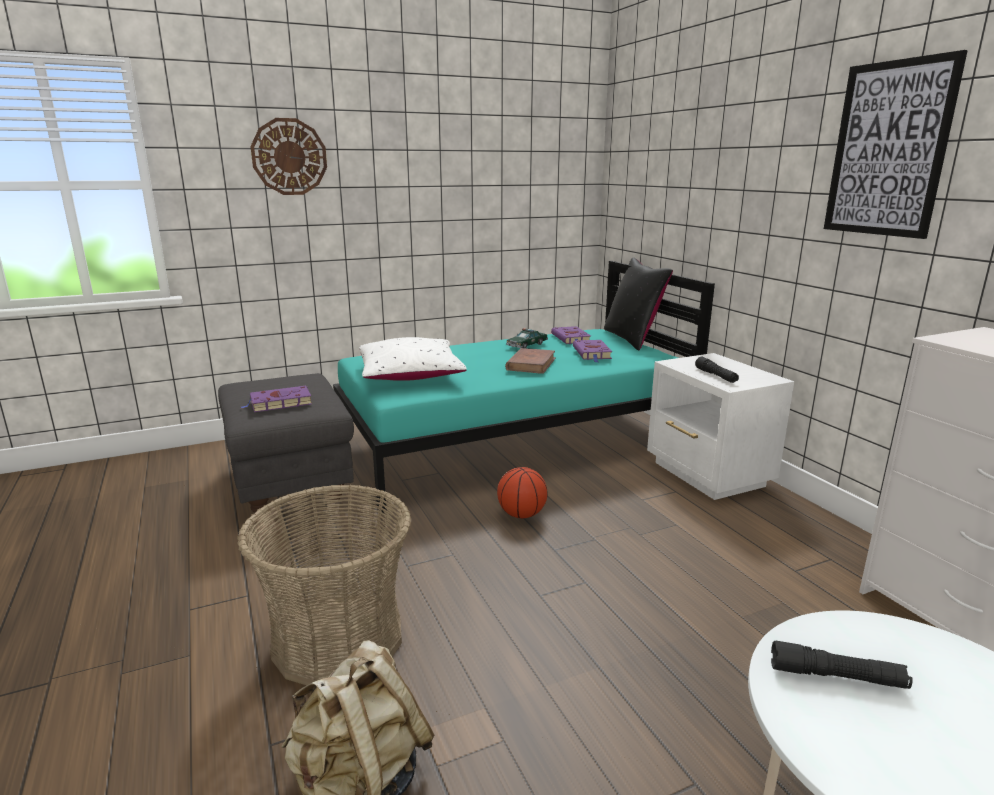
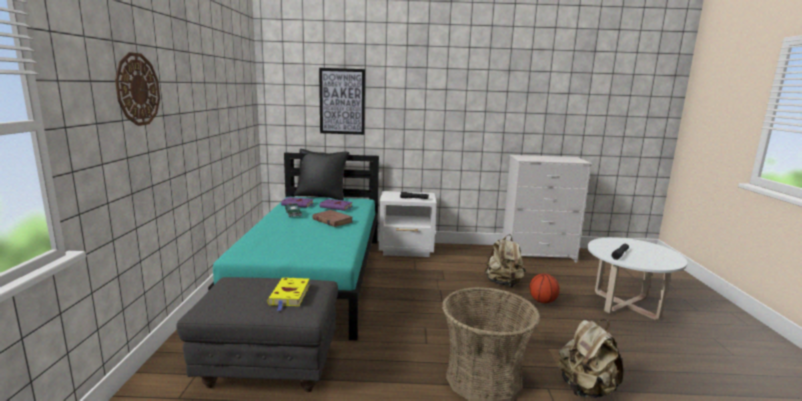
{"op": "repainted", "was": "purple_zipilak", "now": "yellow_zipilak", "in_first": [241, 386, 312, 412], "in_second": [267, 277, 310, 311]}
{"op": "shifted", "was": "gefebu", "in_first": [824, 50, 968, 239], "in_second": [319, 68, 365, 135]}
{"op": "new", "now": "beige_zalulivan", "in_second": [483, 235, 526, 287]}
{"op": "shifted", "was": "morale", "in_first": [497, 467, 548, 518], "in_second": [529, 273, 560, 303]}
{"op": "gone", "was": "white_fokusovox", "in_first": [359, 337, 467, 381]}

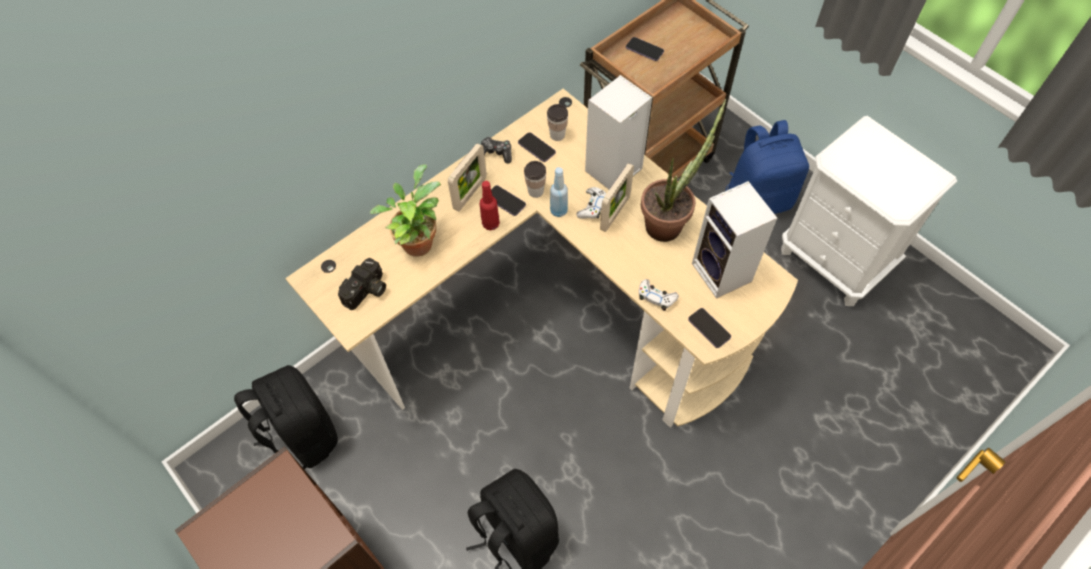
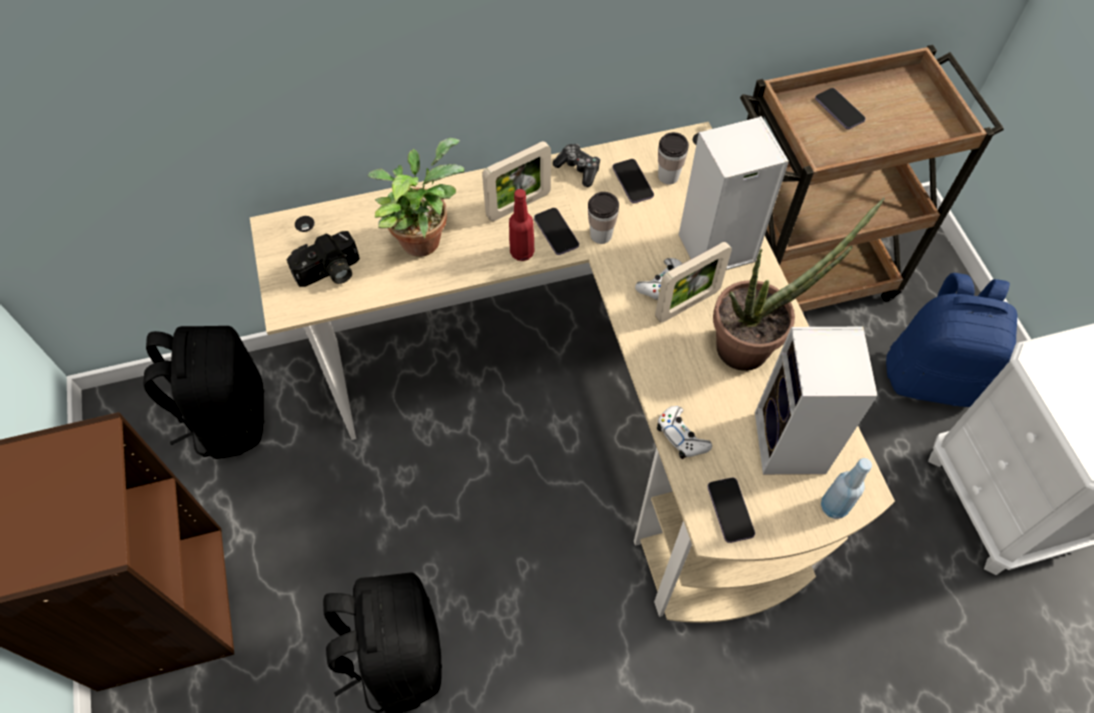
{"op": "shifted", "was": "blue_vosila", "in_first": [550, 167, 568, 217], "in_second": [821, 458, 872, 519]}

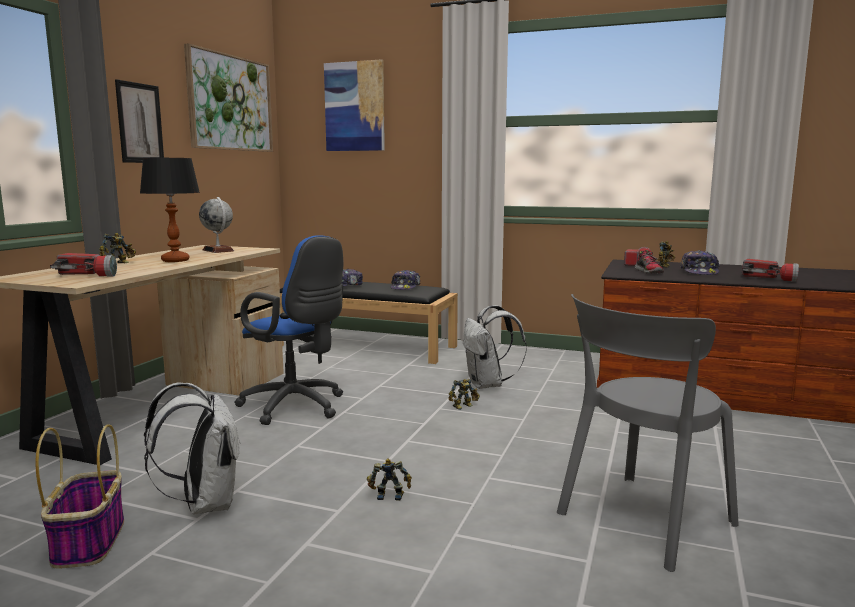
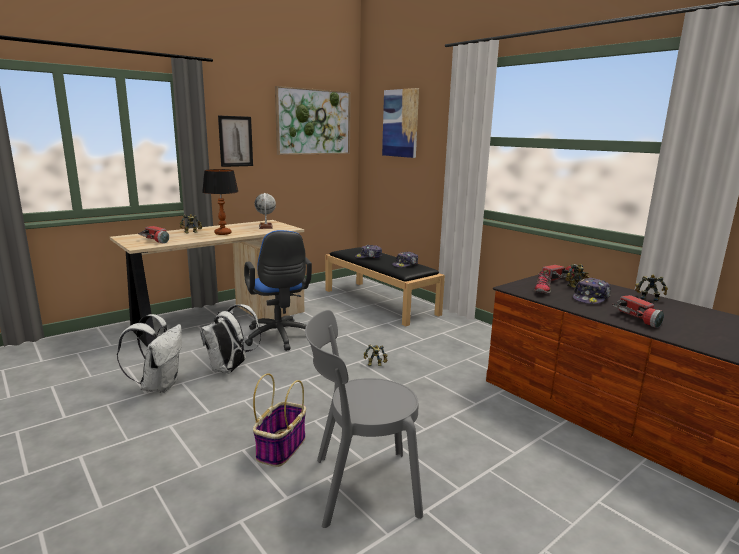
{"op": "shifted", "was": "white_zalulivan", "in_first": [463, 305, 527, 389], "in_second": [200, 304, 261, 373]}
{"op": "shifted", "was": "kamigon", "in_first": [36, 424, 124, 568], "in_second": [253, 373, 306, 467]}
{"op": "shifted", "was": "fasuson", "in_first": [367, 458, 412, 501], "in_second": [635, 274, 668, 302]}

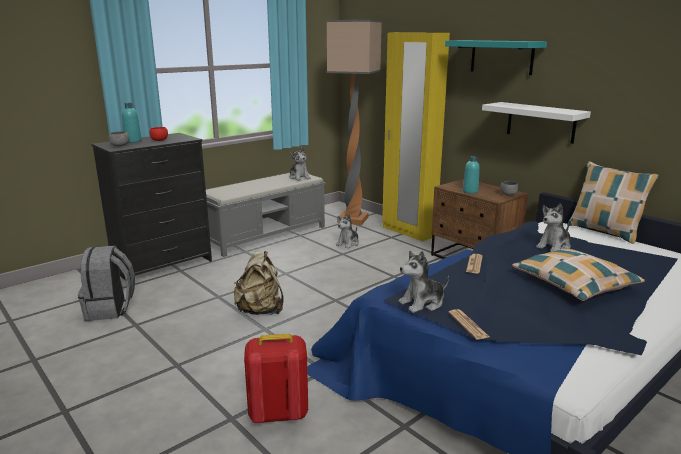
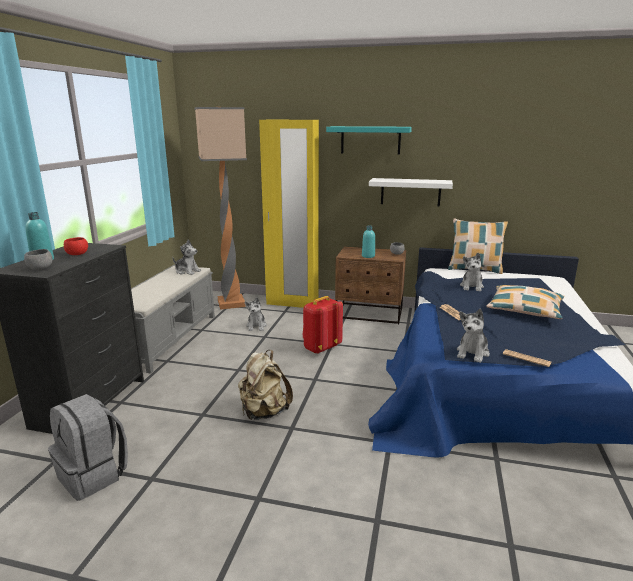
{"op": "shifted", "was": "red_zalulivan", "in_first": [244, 334, 308, 423], "in_second": [302, 296, 343, 354]}

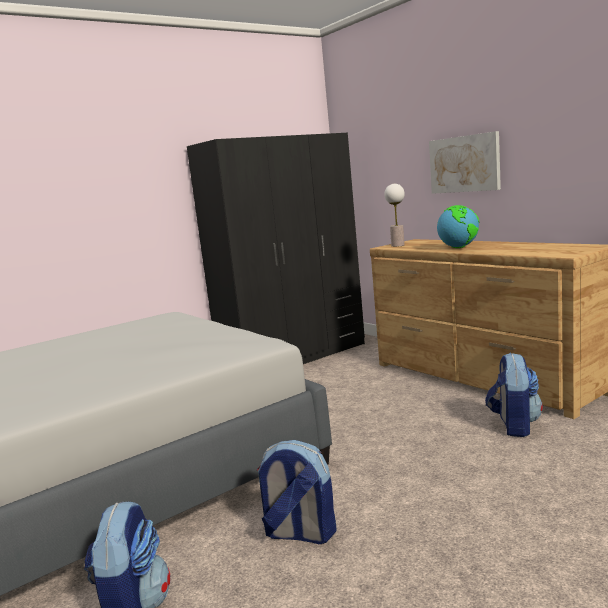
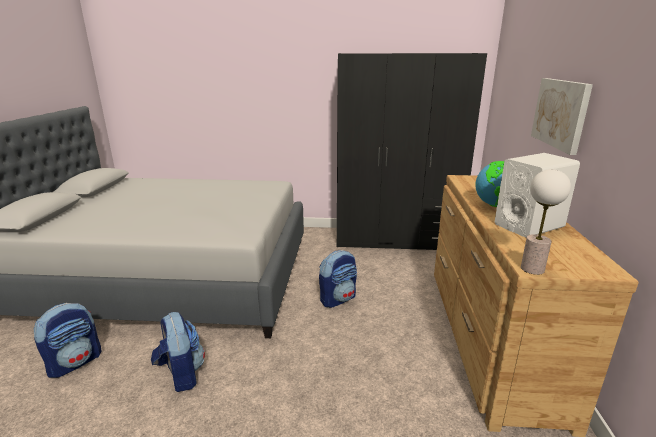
{"op": "shifted", "was": "zalulivan", "in_first": [485, 353, 543, 437], "in_second": [319, 250, 357, 308]}
{"op": "new", "now": "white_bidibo", "in_second": [495, 153, 580, 238]}
{"op": "shifted", "was": "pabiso", "in_first": [384, 184, 405, 247], "in_second": [521, 169, 571, 275]}

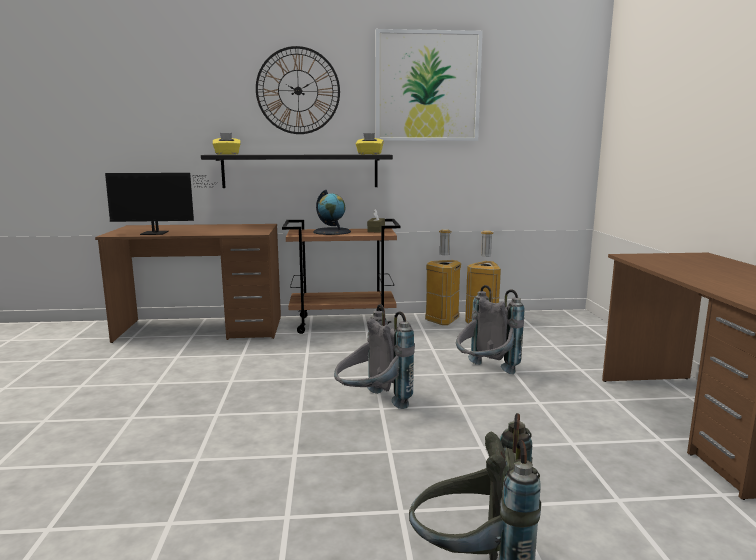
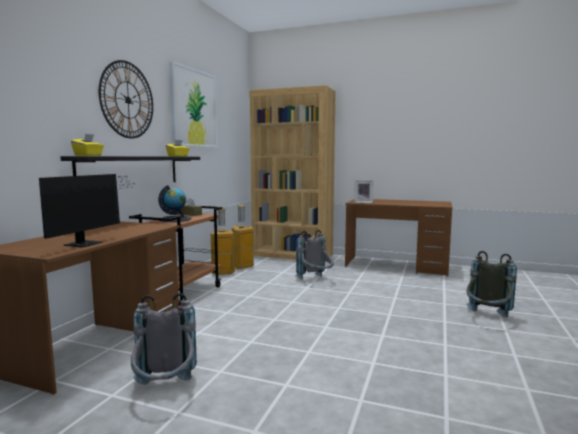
{"op": "shifted", "was": "grey_zalulivan", "in_first": [334, 304, 415, 409], "in_second": [131, 293, 197, 384]}
{"op": "new", "now": "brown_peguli", "in_second": [249, 85, 336, 260]}
{"op": "new", "now": "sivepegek", "in_second": [354, 180, 374, 203]}

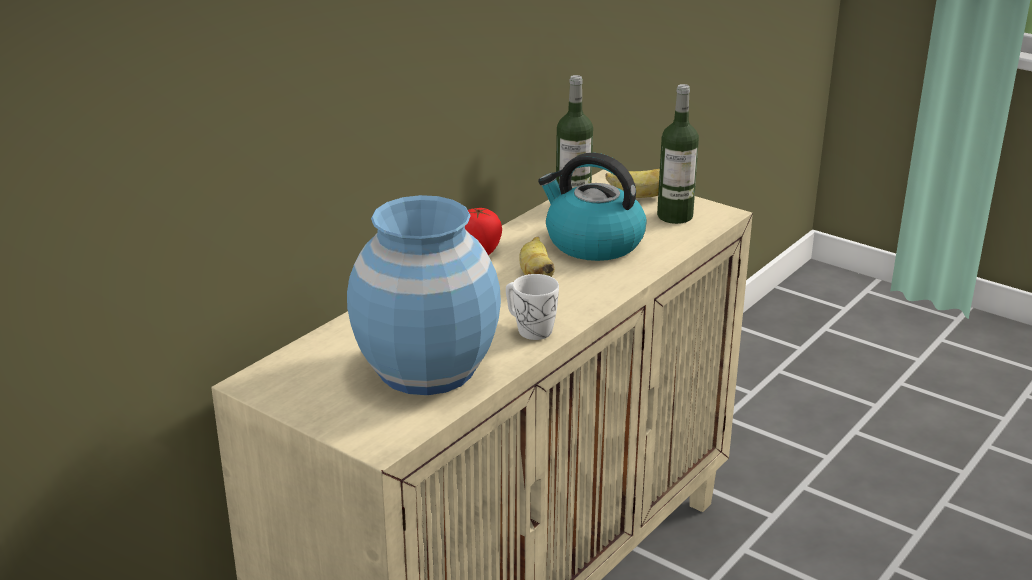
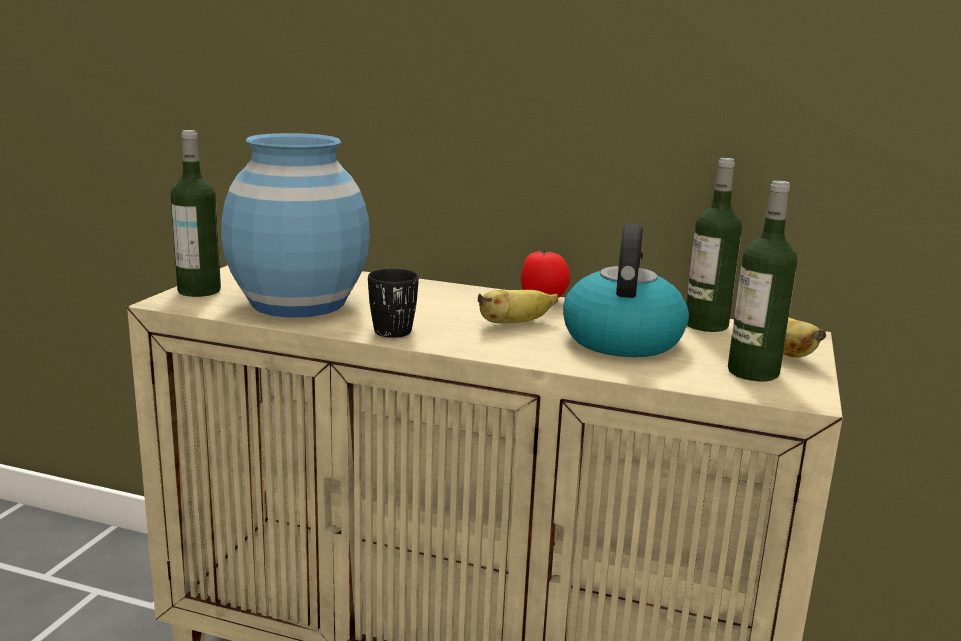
{"op": "new", "now": "vosila", "in_second": [171, 130, 221, 297]}
{"op": "repainted", "was": "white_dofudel", "now": "black_dofudel", "in_first": [506, 274, 559, 340], "in_second": [368, 269, 419, 338]}

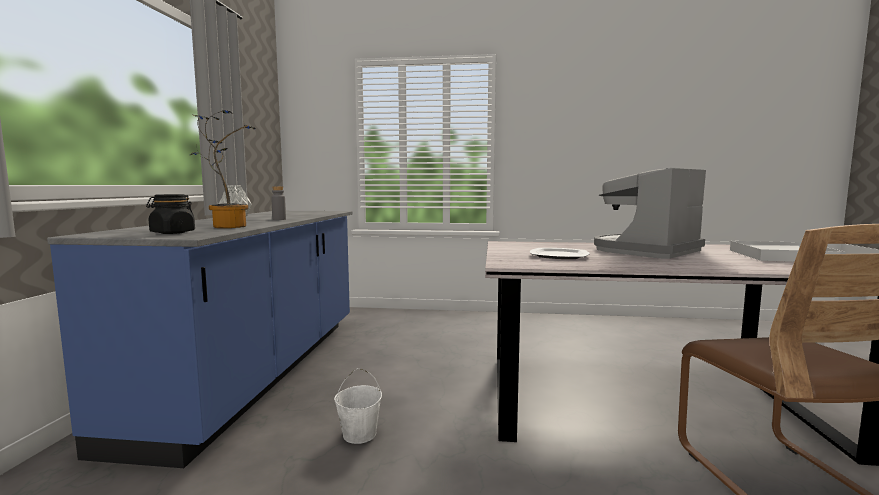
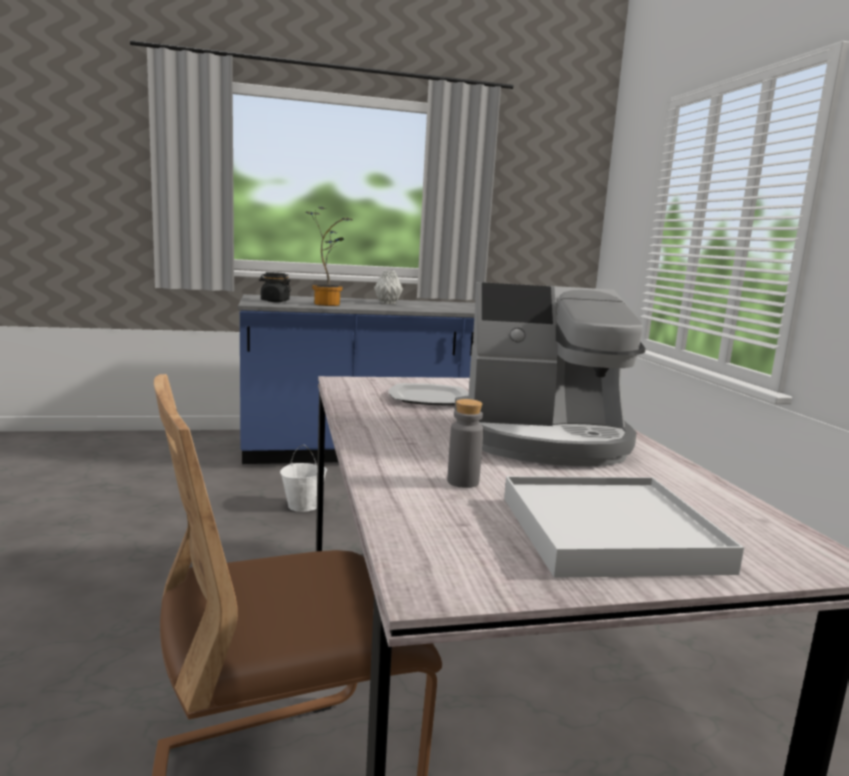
{"op": "shifted", "was": "grey_vosila", "in_first": [271, 186, 286, 220], "in_second": [447, 399, 483, 488]}
{"op": "rotated", "was": "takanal", "in_first": [594, 168, 706, 259], "in_second": [454, 282, 646, 466], "clockwise": 150}

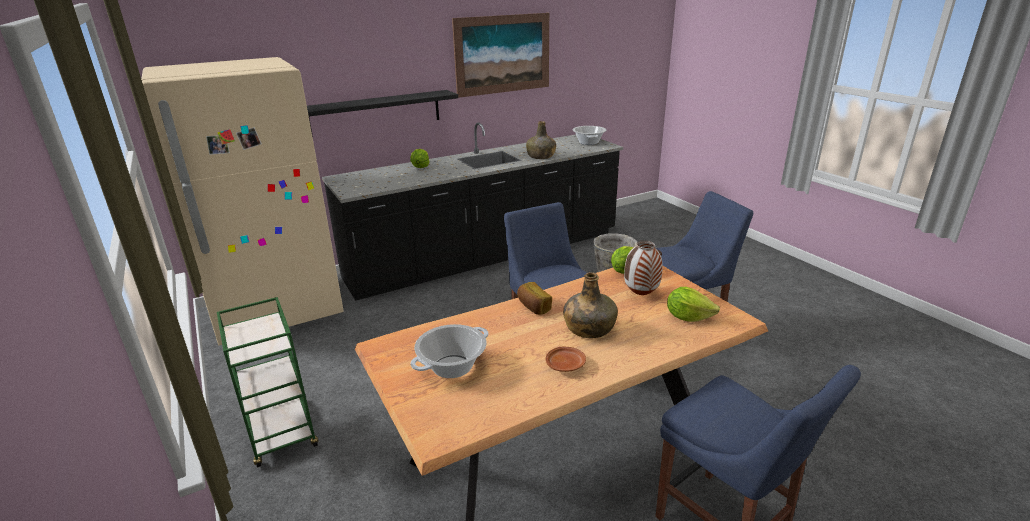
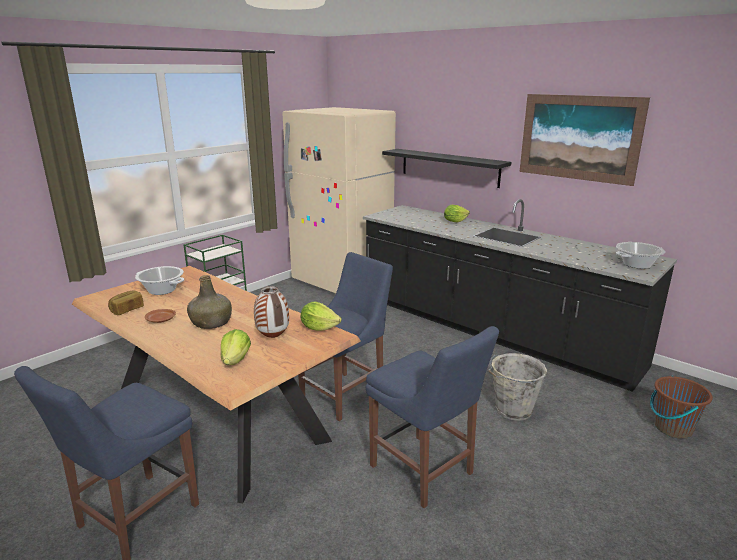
{"op": "shifted", "was": "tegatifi", "in_first": [517, 282, 552, 315], "in_second": [108, 290, 144, 315]}
{"op": "new", "now": "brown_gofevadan", "in_second": [650, 376, 713, 439]}
{"op": "gone", "was": "green_vosila", "in_first": [526, 121, 556, 159]}

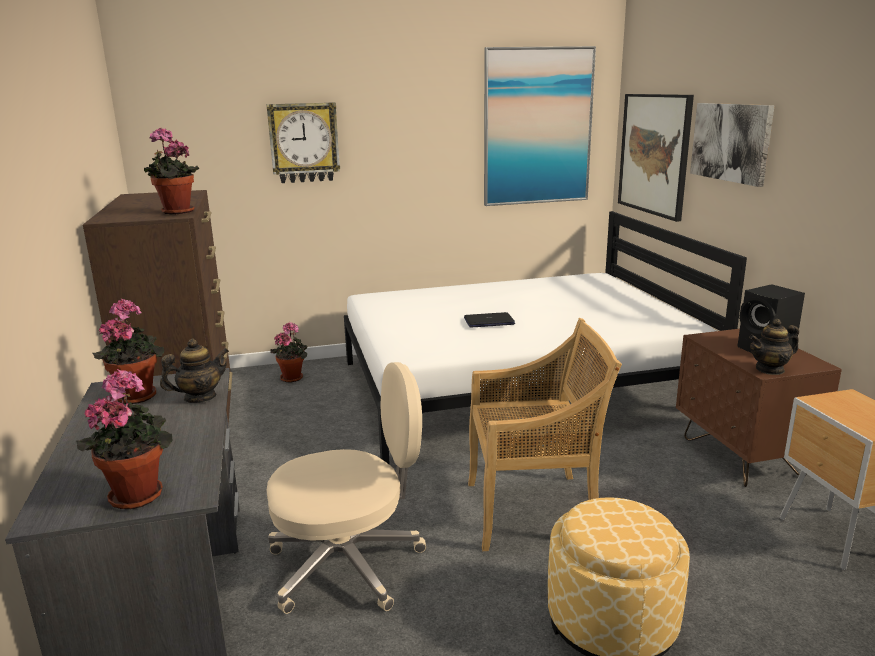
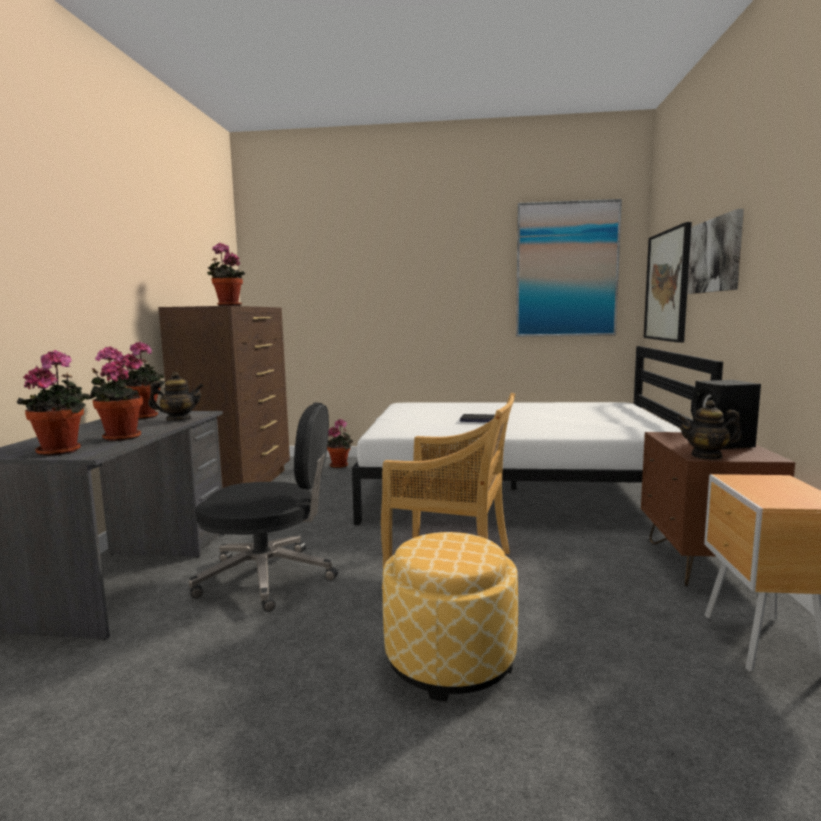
{"op": "new", "now": "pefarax", "in_second": [89, 346, 143, 441]}
{"op": "repainted", "was": "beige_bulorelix", "now": "black_bulorelix", "in_first": [267, 362, 426, 614], "in_second": [189, 402, 338, 612]}
{"op": "gone", "was": "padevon", "in_first": [266, 102, 340, 183]}

